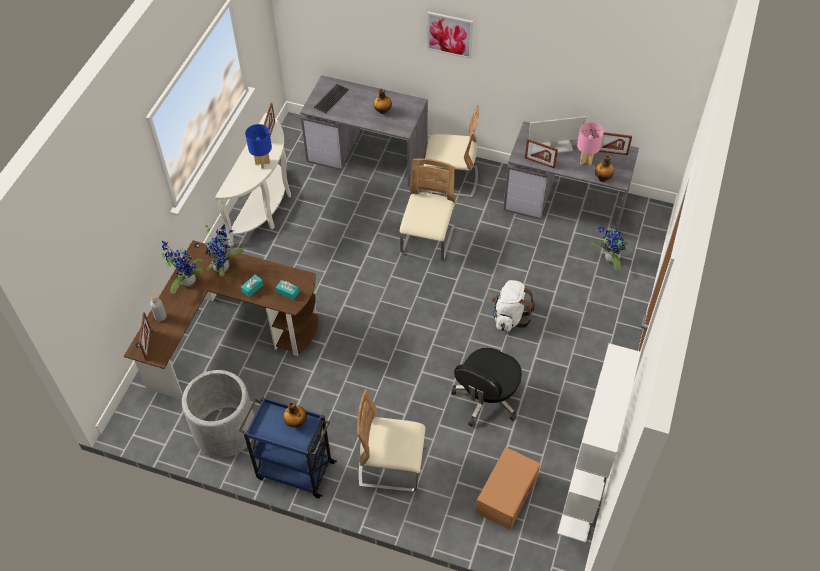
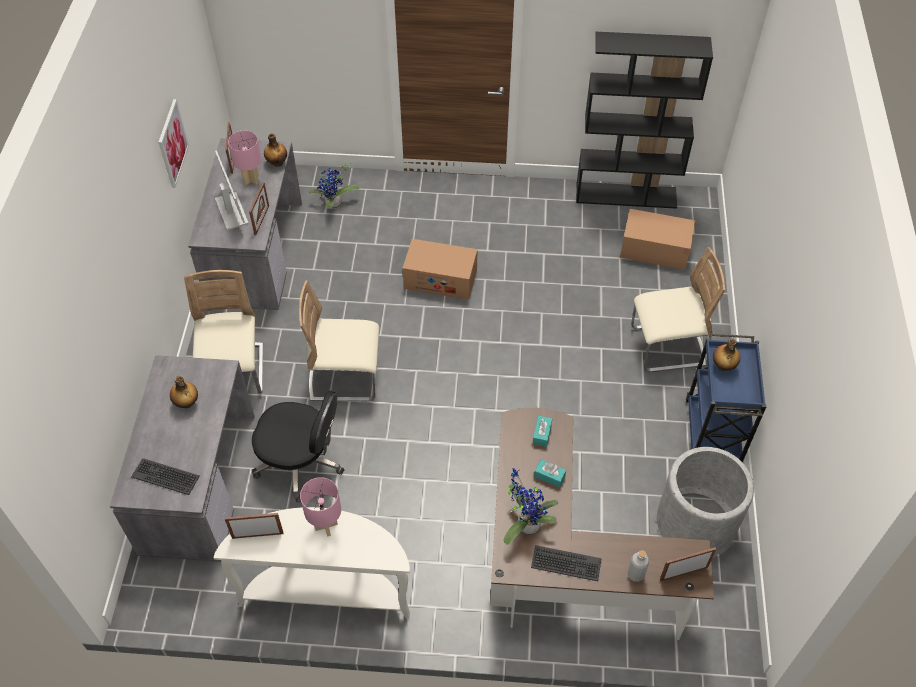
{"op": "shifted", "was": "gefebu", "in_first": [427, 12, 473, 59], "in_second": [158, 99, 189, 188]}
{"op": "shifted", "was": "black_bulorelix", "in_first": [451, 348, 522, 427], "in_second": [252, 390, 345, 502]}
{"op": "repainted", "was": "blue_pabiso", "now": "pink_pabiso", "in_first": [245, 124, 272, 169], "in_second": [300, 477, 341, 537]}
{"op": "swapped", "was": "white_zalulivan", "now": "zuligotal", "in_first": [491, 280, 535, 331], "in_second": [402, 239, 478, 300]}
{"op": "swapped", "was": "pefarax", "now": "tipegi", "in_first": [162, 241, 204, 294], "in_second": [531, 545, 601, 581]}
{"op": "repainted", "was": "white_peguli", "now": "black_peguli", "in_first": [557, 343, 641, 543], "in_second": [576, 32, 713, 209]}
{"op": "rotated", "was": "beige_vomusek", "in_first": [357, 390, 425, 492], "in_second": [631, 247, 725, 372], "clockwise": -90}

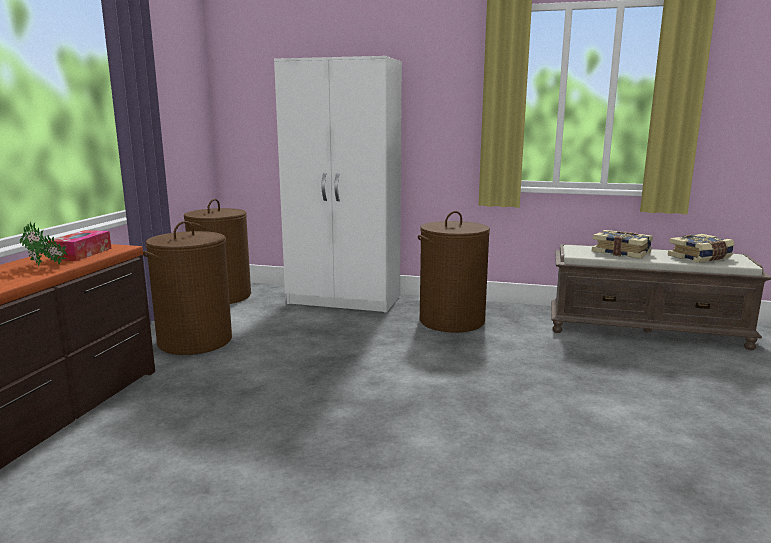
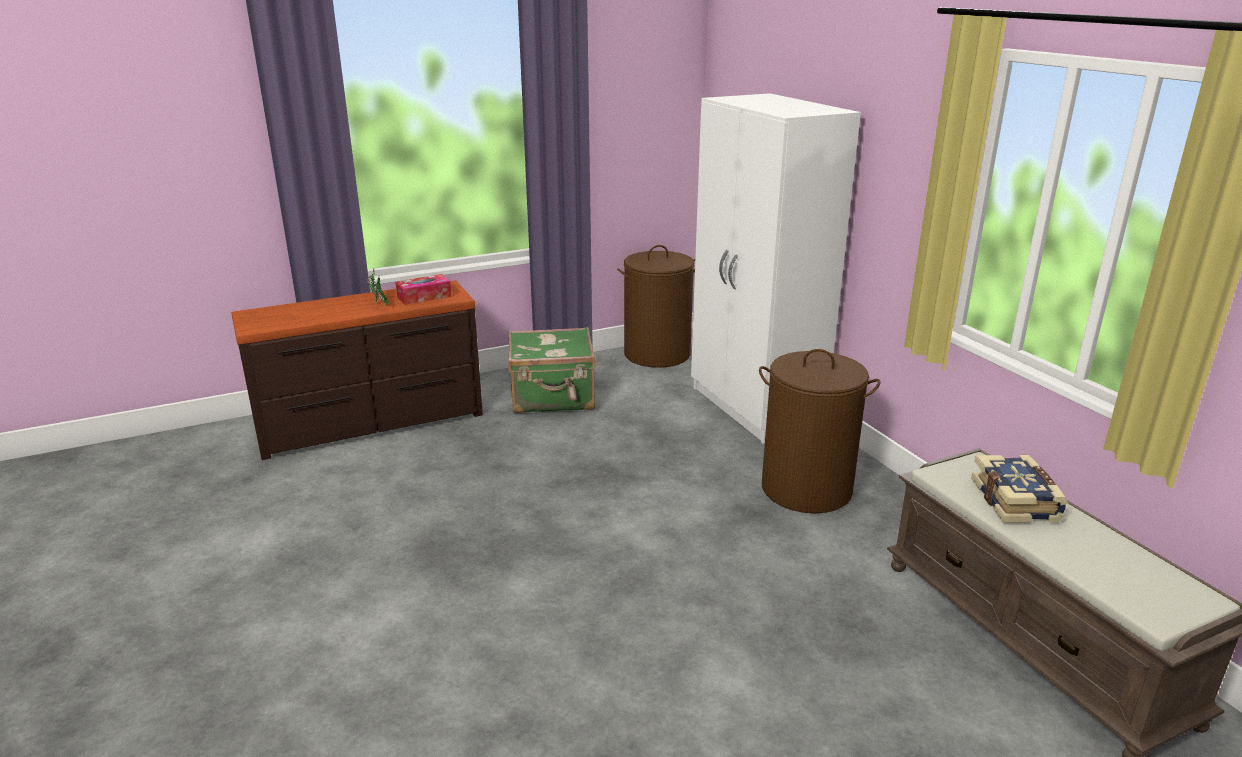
{"op": "swapped", "was": "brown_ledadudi", "now": "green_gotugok", "in_first": [143, 221, 232, 355], "in_second": [508, 327, 596, 413]}
{"op": "gone", "was": "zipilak", "in_first": [668, 234, 735, 263]}

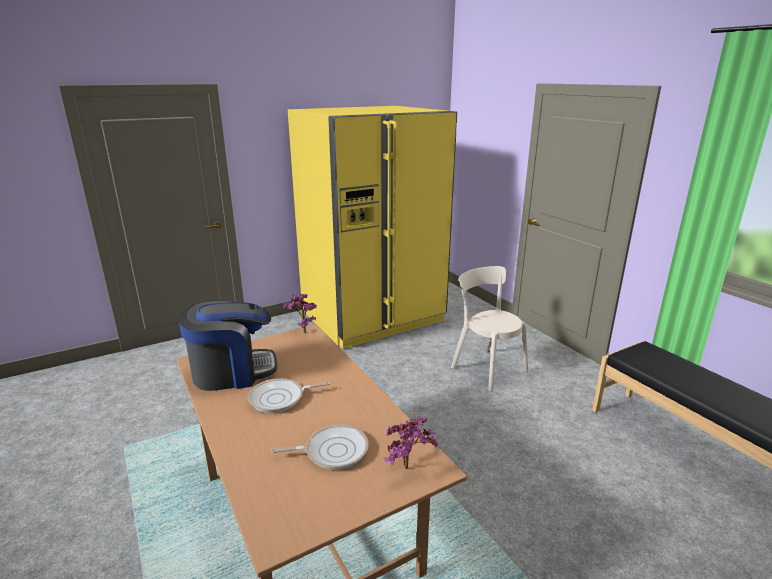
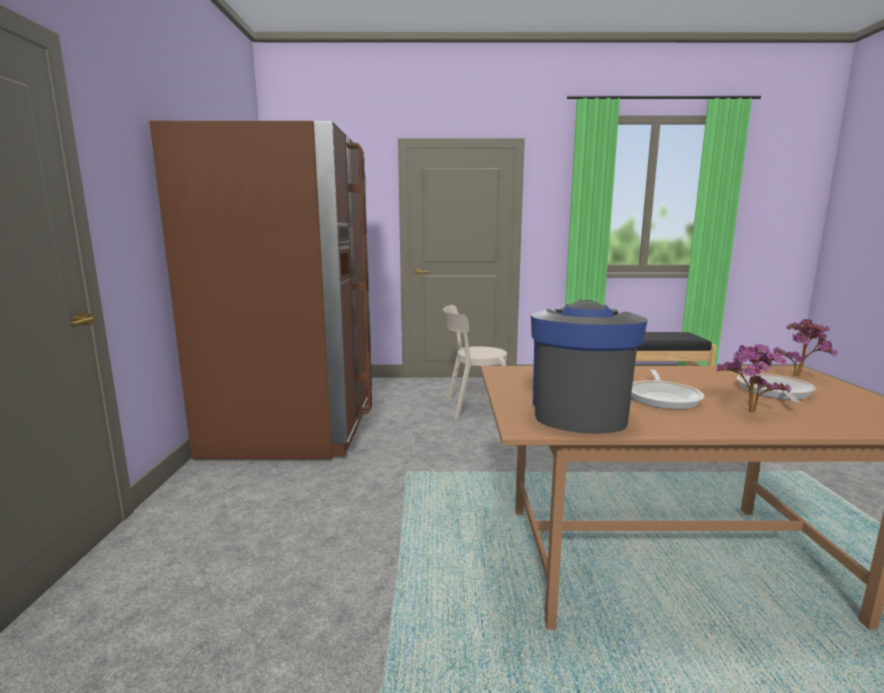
{"op": "repainted", "was": "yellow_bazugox", "now": "brown_bazugox", "in_first": [288, 106, 457, 349], "in_second": [149, 121, 372, 459]}
{"op": "shifted", "was": "pefarax", "in_first": [283, 294, 317, 333], "in_second": [716, 344, 791, 412]}

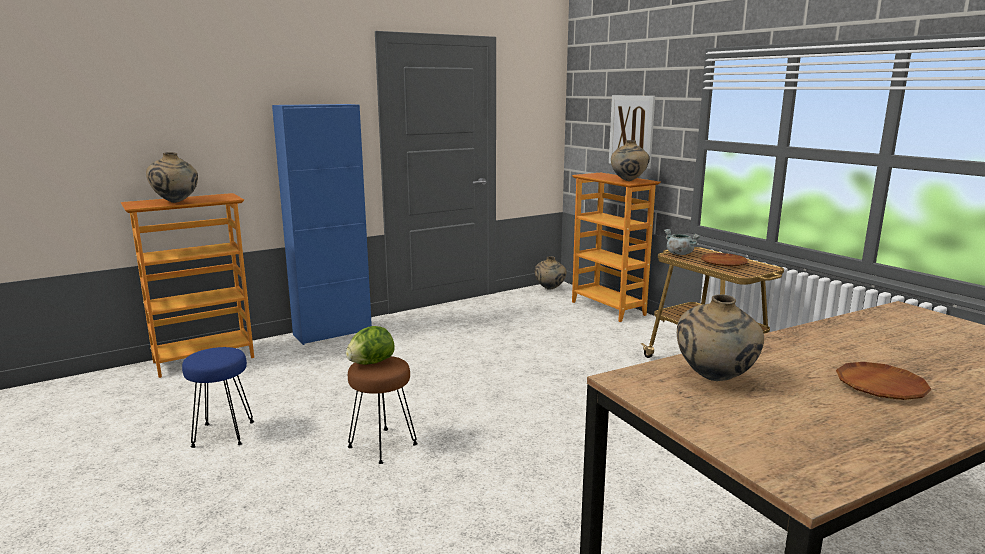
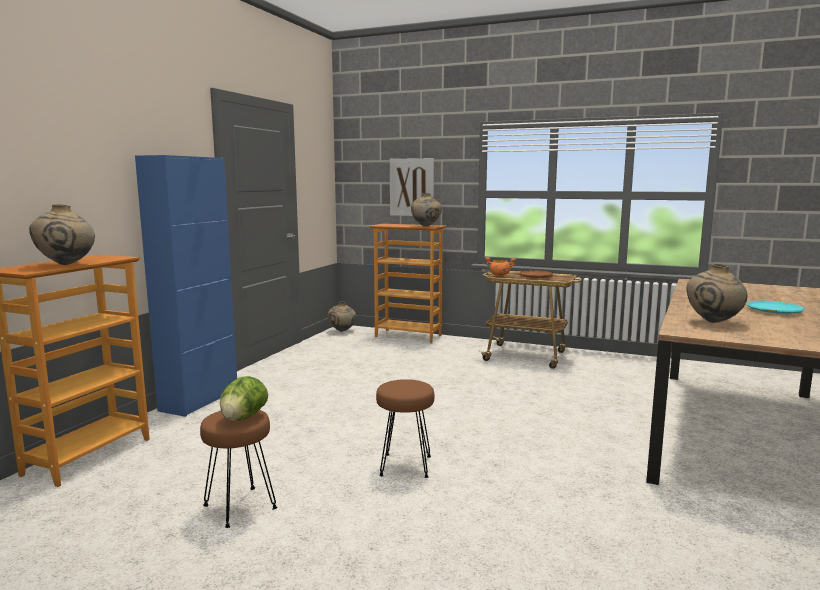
{"op": "repainted", "was": "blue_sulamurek", "now": "brown_sulamurek", "in_first": [182, 347, 254, 448], "in_second": [200, 410, 277, 528]}
{"op": "shifted", "was": "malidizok", "in_first": [346, 326, 395, 365], "in_second": [220, 376, 268, 421]}
{"op": "repainted", "was": "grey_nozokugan", "now": "orange_nozokugan", "in_first": [664, 229, 700, 255], "in_second": [485, 257, 516, 276]}
{"op": "repainted", "was": "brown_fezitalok", "now": "turquoise_fezitalok", "in_first": [836, 362, 932, 400], "in_second": [747, 300, 805, 314]}

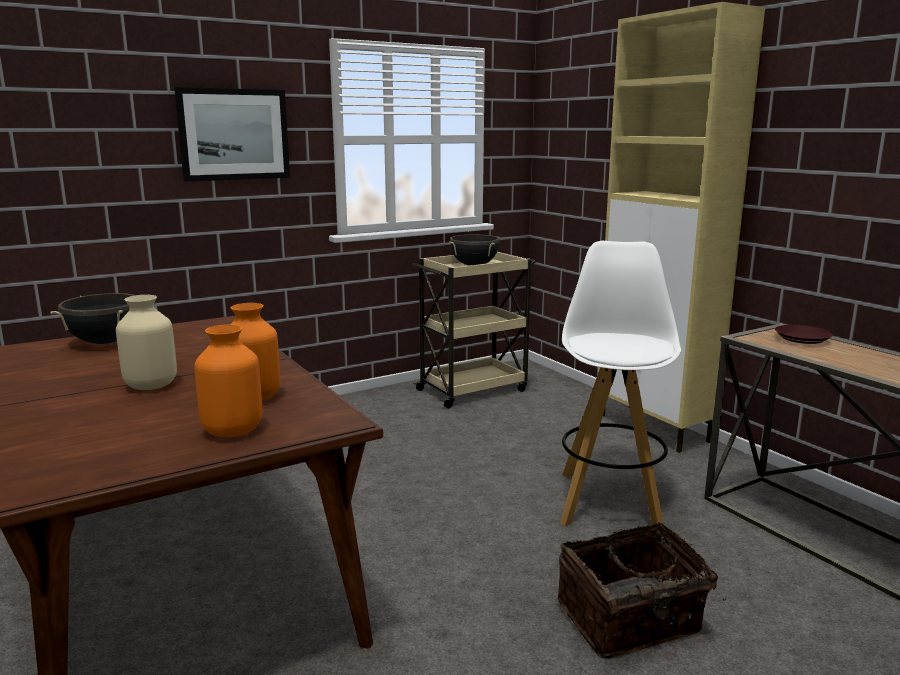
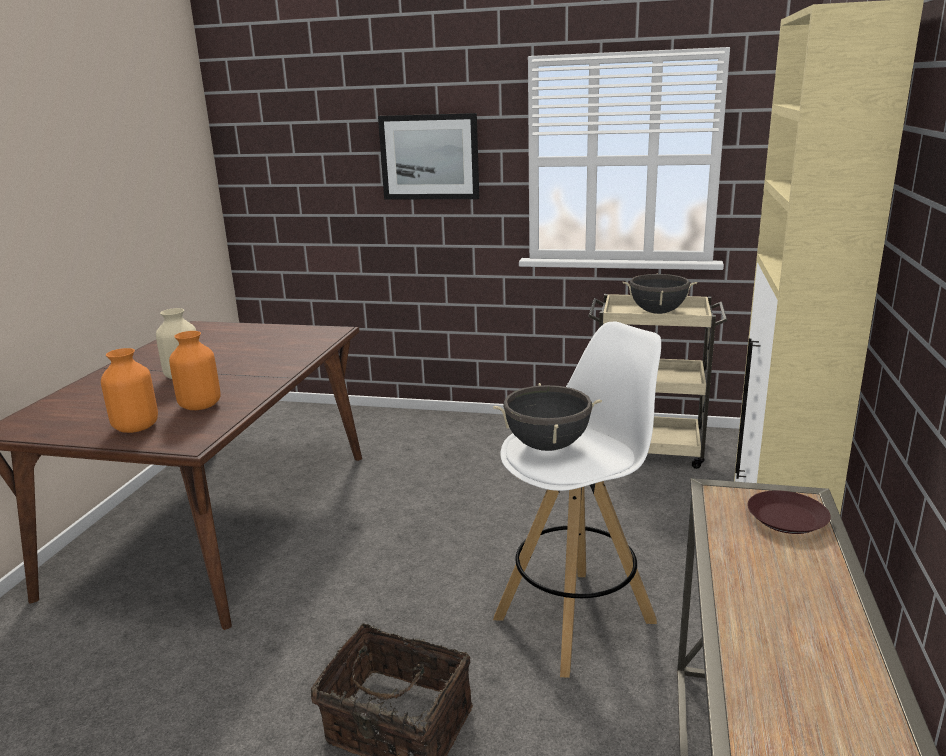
{"op": "shifted", "was": "black_nozokugan", "in_first": [50, 293, 135, 344], "in_second": [493, 383, 602, 451]}

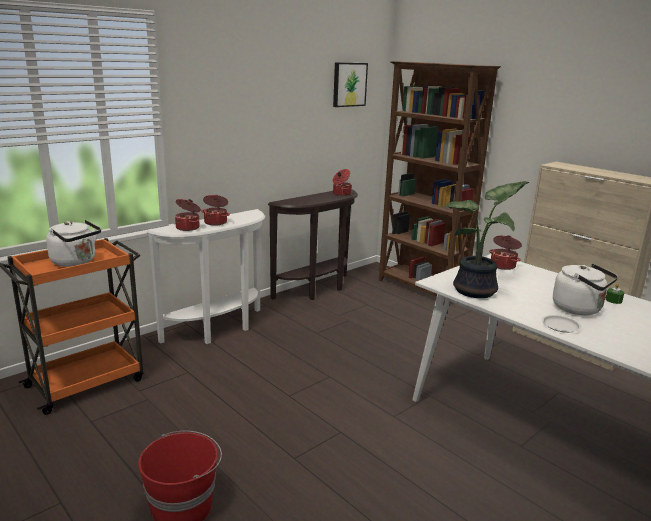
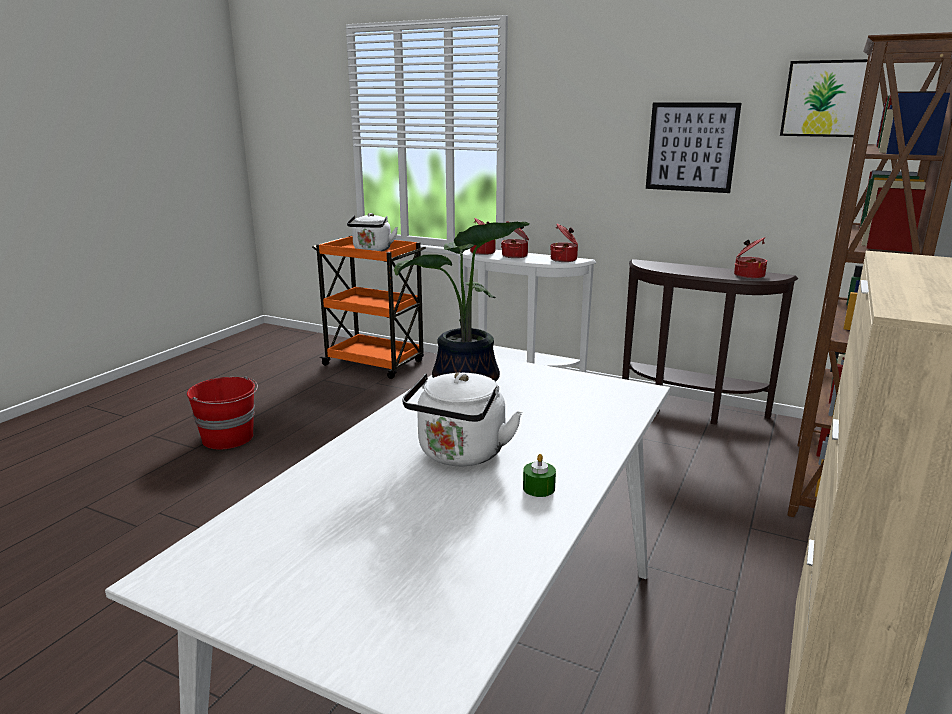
{"op": "shifted", "was": "nozokugan", "in_first": [489, 236, 522, 270], "in_second": [550, 223, 578, 262]}
{"op": "new", "now": "gefebu", "in_second": [646, 103, 741, 193]}
{"op": "gone", "was": "white_fezitalok", "in_first": [542, 315, 581, 333]}

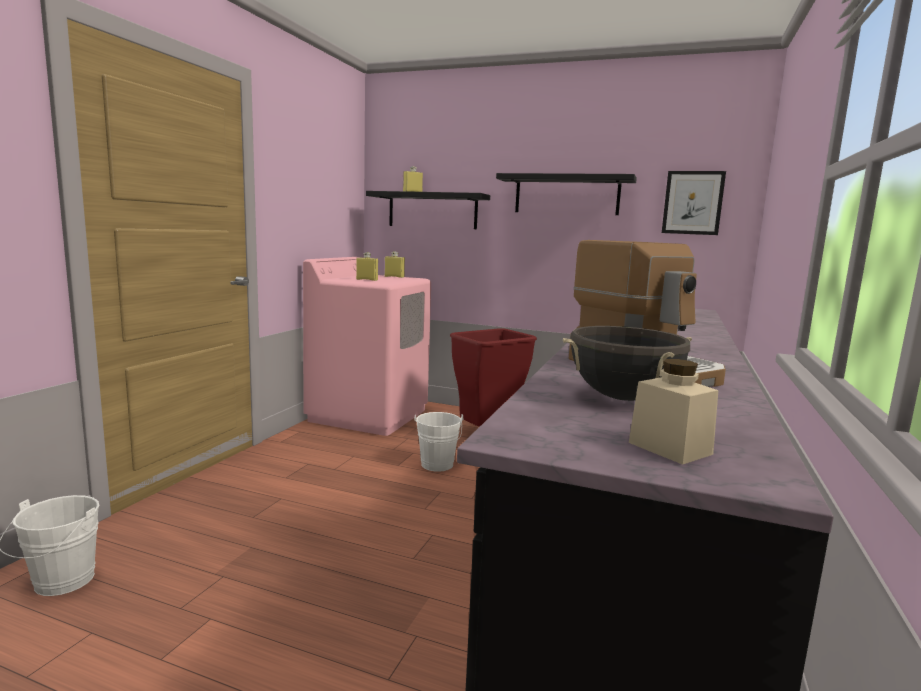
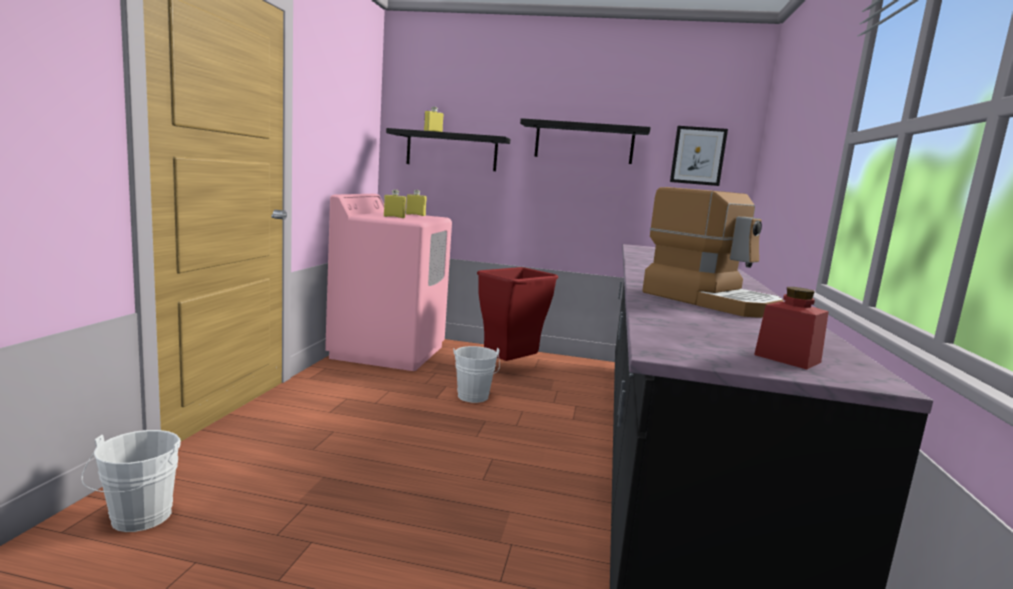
{"op": "repainted", "was": "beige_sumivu", "now": "red_sumivu", "in_first": [629, 359, 719, 465], "in_second": [754, 287, 829, 369]}
{"op": "gone", "was": "black_nozokugan", "in_first": [563, 326, 692, 401]}

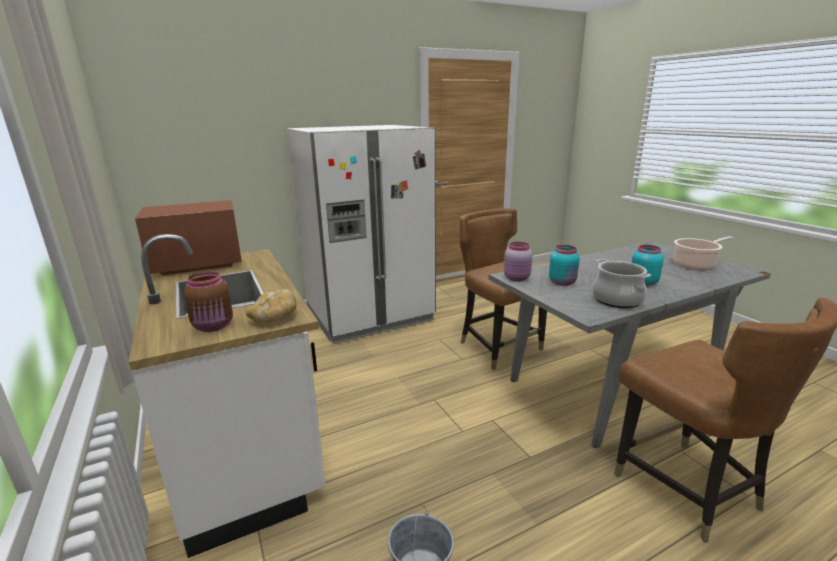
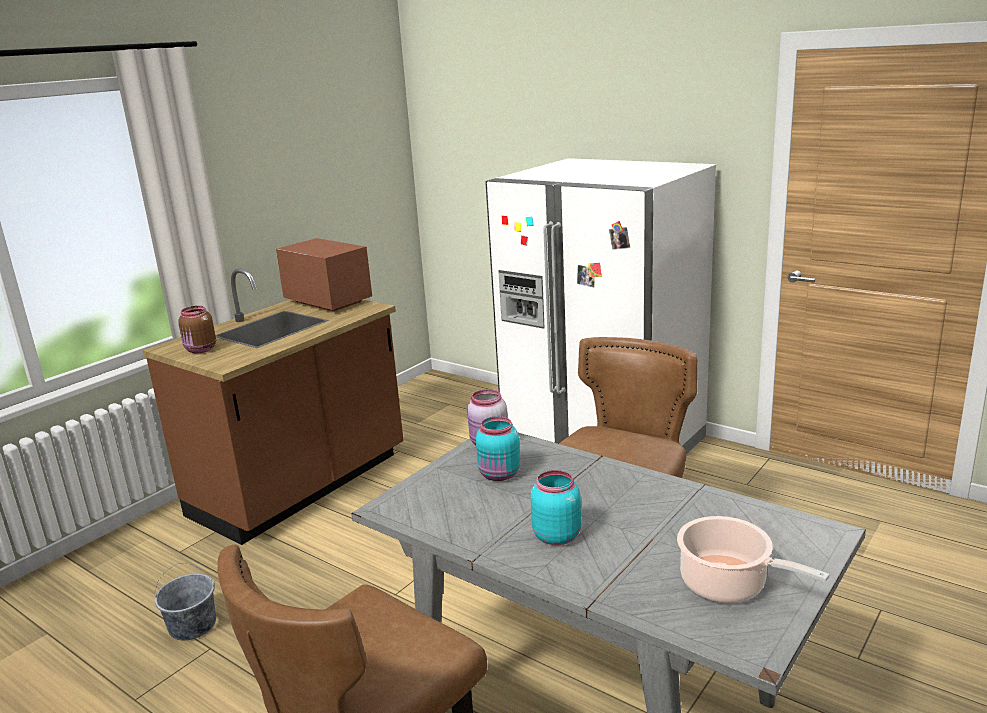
{"op": "repainted", "was": "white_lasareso", "now": "brown_lasareso", "in_first": [129, 234, 326, 558], "in_second": [143, 268, 404, 545]}
{"op": "gone", "was": "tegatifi", "in_first": [246, 289, 297, 323]}
{"op": "gone", "was": "nozokugan", "in_first": [592, 259, 651, 308]}

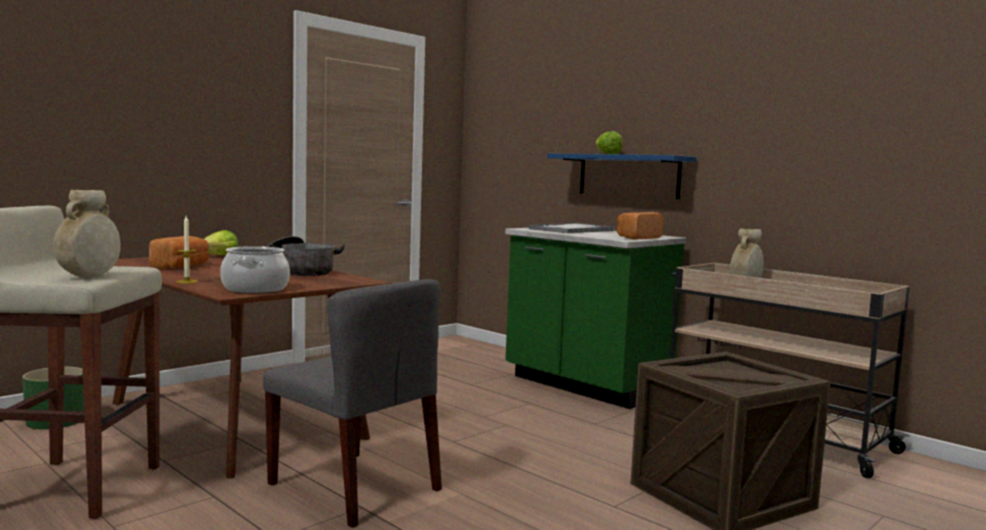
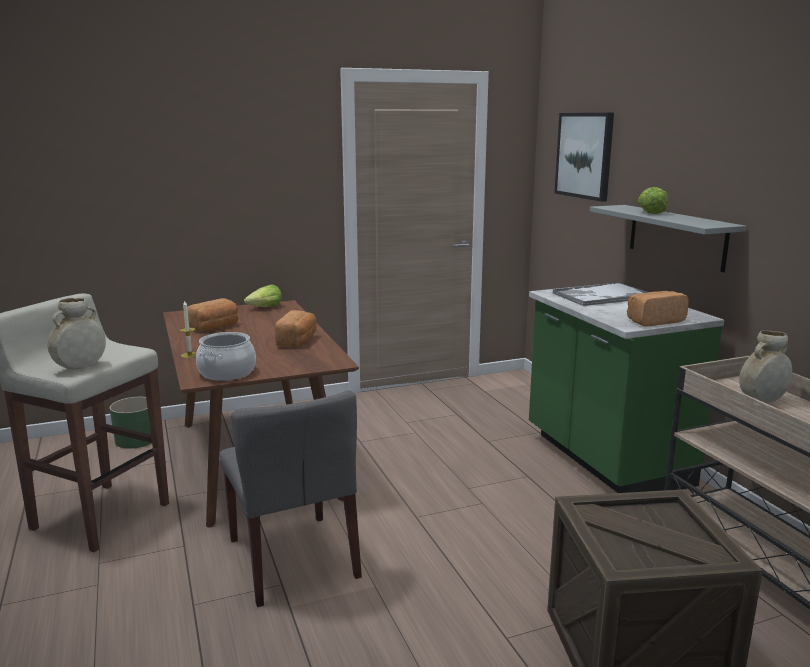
{"op": "swapped", "was": "nozokugan", "now": "tegatifi", "in_first": [266, 236, 345, 276], "in_second": [275, 310, 316, 347]}
{"op": "new", "now": "gefebu", "in_second": [554, 113, 614, 202]}
{"op": "repainted", "was": "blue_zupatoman", "now": "grey_zupatoman", "in_first": [547, 153, 697, 199], "in_second": [590, 205, 746, 272]}

